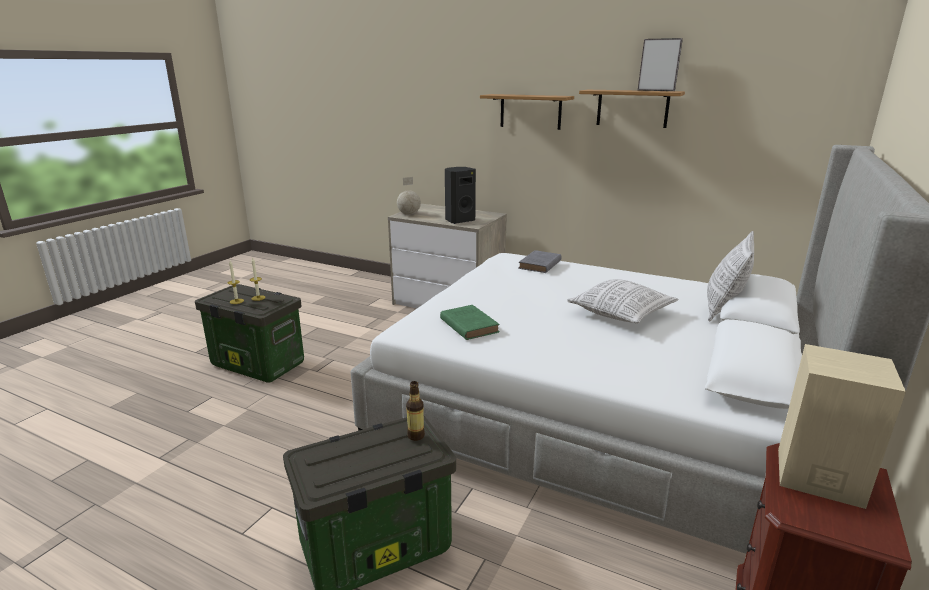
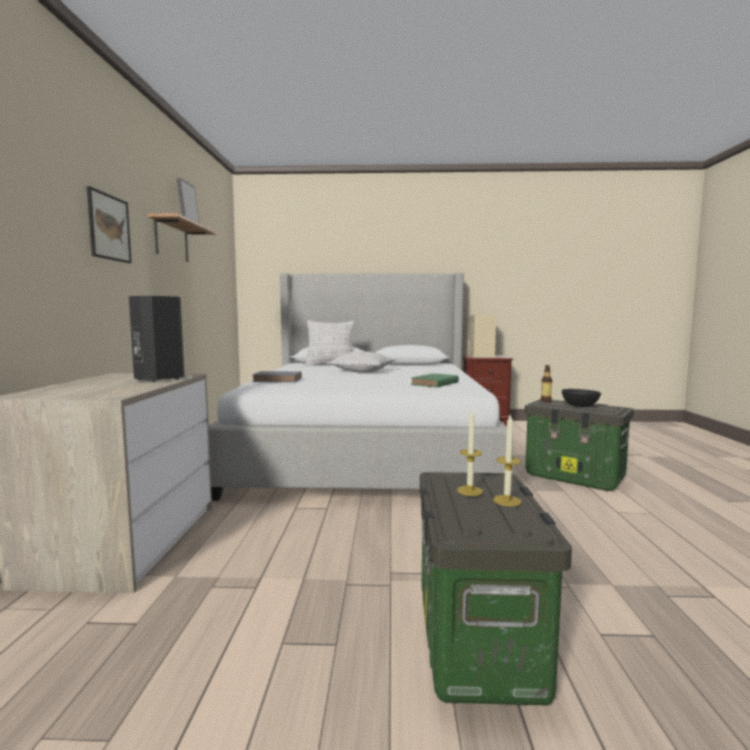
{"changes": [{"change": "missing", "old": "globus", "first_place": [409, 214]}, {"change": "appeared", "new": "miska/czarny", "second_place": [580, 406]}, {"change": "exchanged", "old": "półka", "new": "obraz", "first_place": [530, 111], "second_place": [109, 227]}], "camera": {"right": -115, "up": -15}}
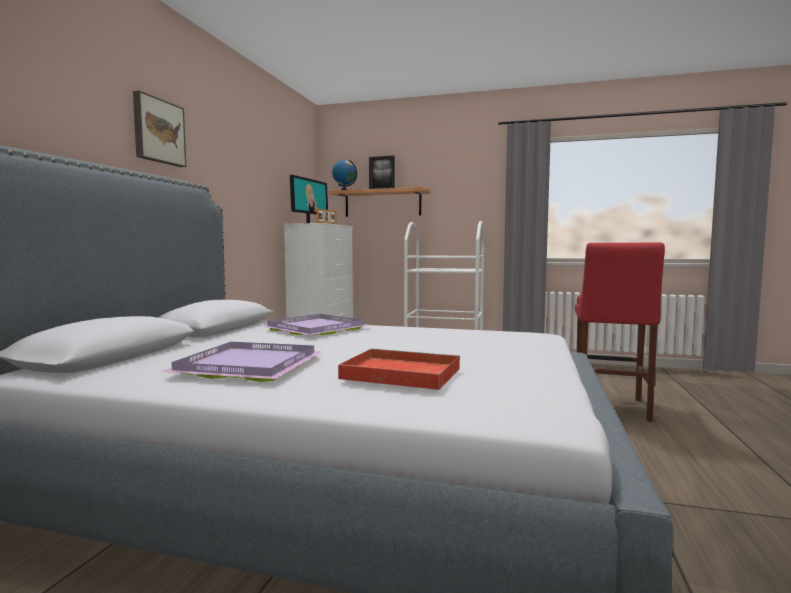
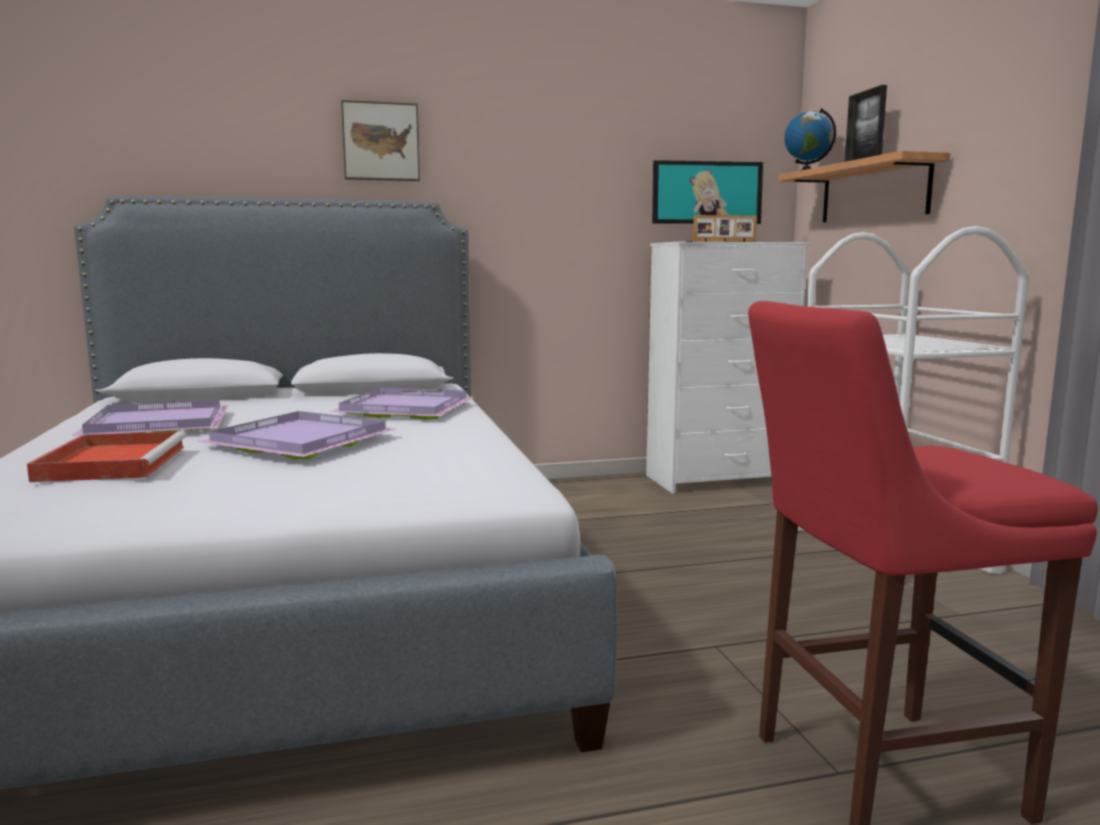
{"changes": [{"change": "appeared", "new": "taca/fioletowy", "second_place": [301, 442]}], "camera": {"right": 60, "up": 5}}
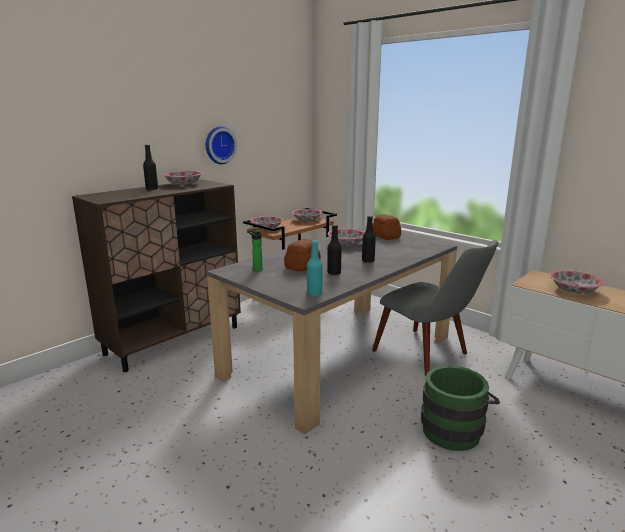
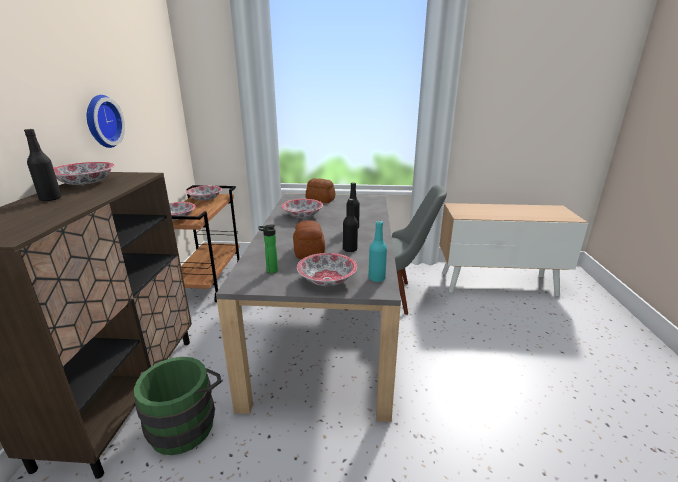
{"changes": [{"change": "relocated", "old": "wiadro/zielony", "first_place": [455, 429], "second_place": [186, 422]}, {"change": "relocated", "old": "miska", "first_place": [574, 290], "second_place": [327, 280]}], "camera": {"right": -40, "up": 5}}
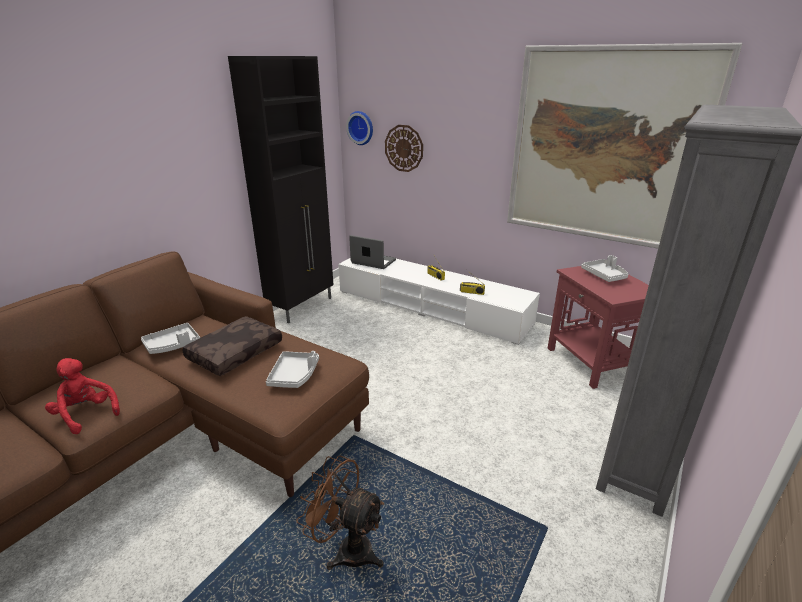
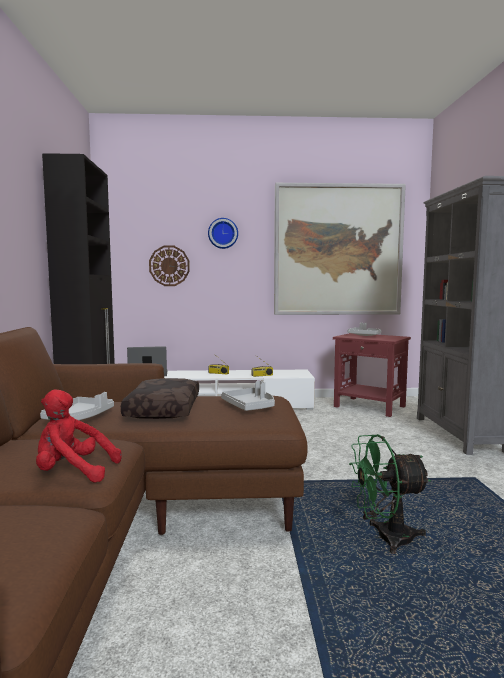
{"changes": [{"change": "relocated", "old": "zegar ścienny", "first_place": [361, 128], "second_place": [223, 233]}, {"change": "colour", "old": "wentylator/brązowy", "new": "wentylator/zielony", "first_place": [347, 549], "second_place": [385, 538]}], "camera": {"right": -35, "up": -20}}
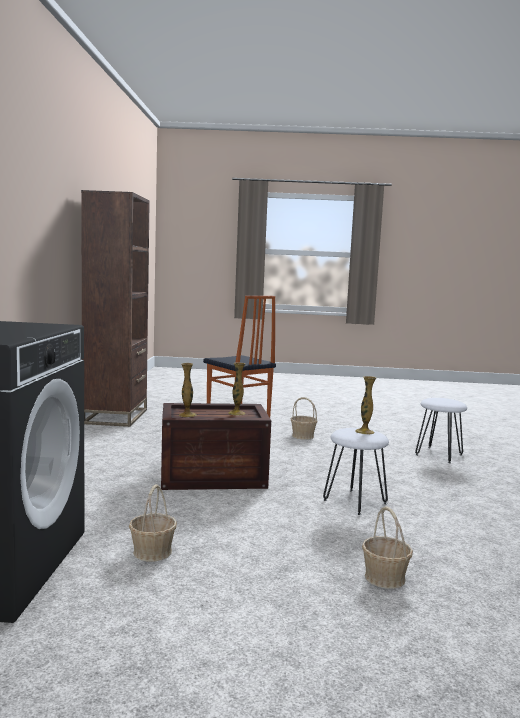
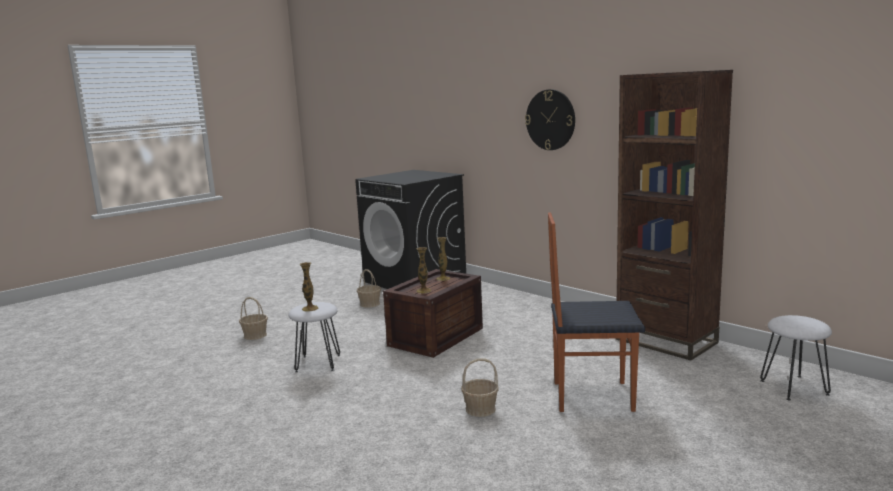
{"changes": [{"change": "appeared", "new": "zegar ścienny", "second_place": [550, 120]}, {"change": "relocated", "old": "stołek/biały", "first_place": [439, 454], "second_place": [794, 388]}], "camera": {"right": 135, "up": 5}}
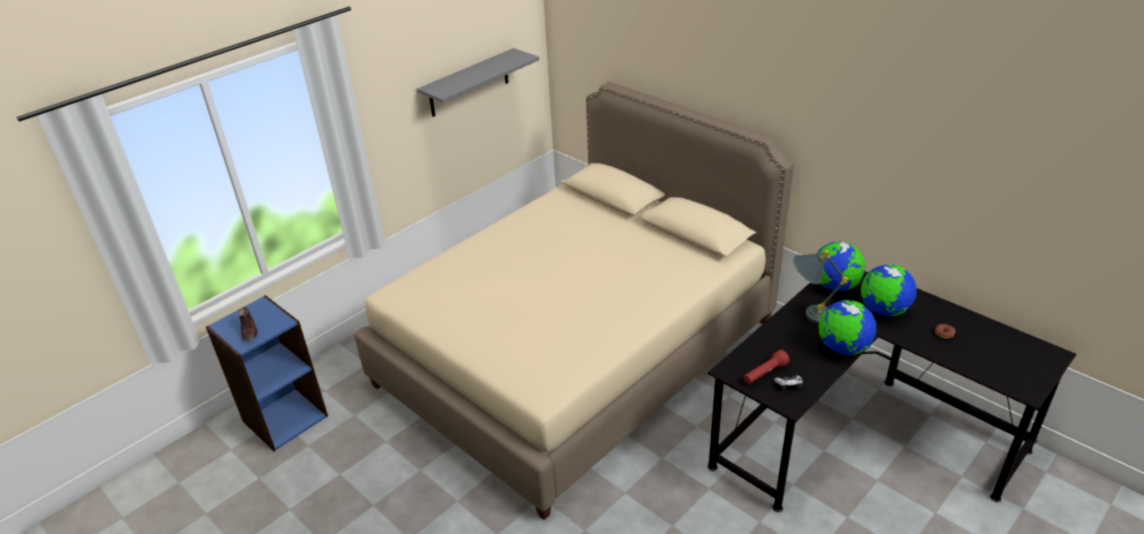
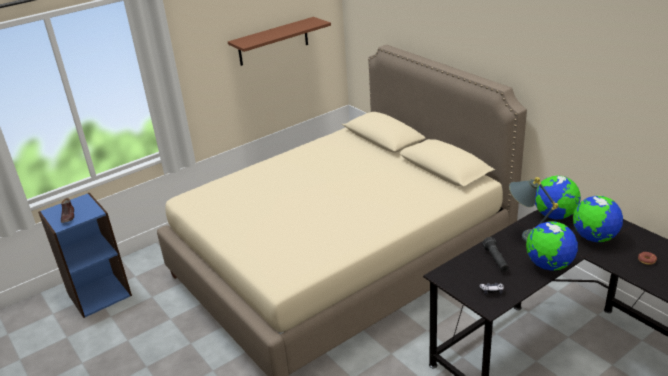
{"changes": [{"change": "missing", "old": "latarka/czerwony", "first_place": [764, 373]}, {"change": "appeared", "new": "latarka/czarny", "second_place": [496, 260]}, {"change": "colour", "old": "półka/szary", "new": "półka/brązowy", "first_place": [469, 83], "second_place": [273, 41]}], "camera": {"right": 10, "up": -5}}
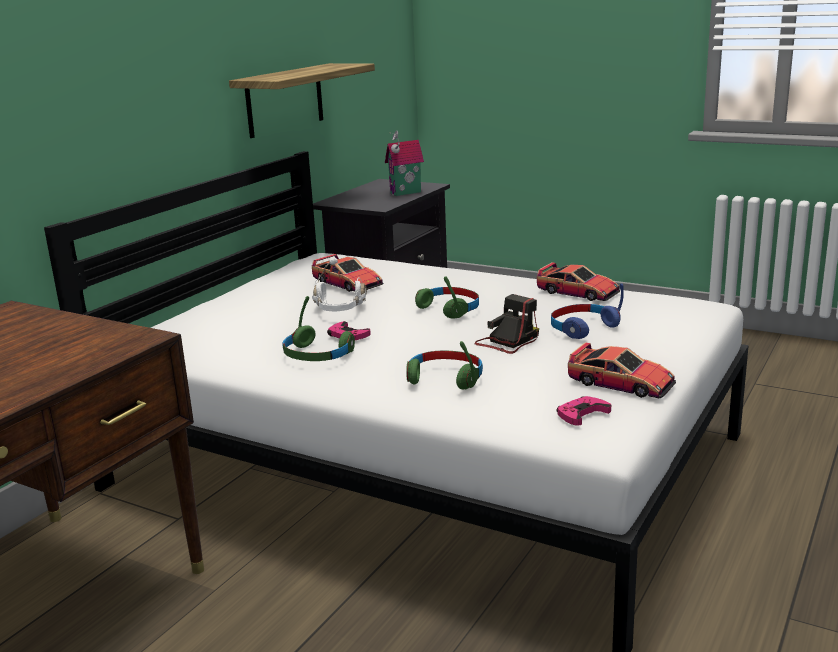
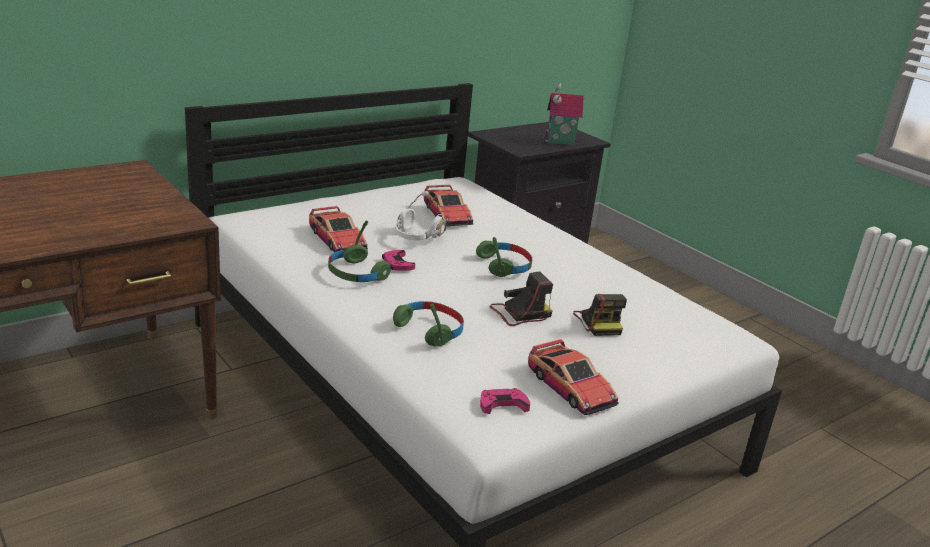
{"changes": [{"change": "missing", "old": "półka", "first_place": [285, 100]}, {"change": "relocated", "old": "samochodzik", "first_place": [578, 292], "second_place": [337, 239]}, {"change": "exchanged", "old": "słuchawki/niebieski", "new": "aparat fotograficzny", "first_place": [582, 328], "second_place": [599, 322]}], "camera": {"right": 20, "up": 5}}
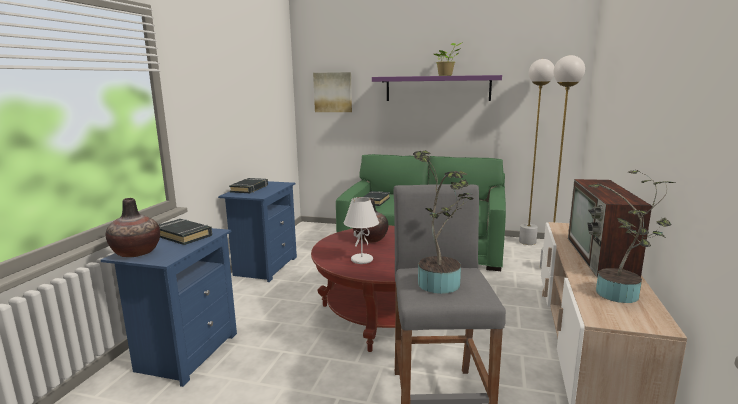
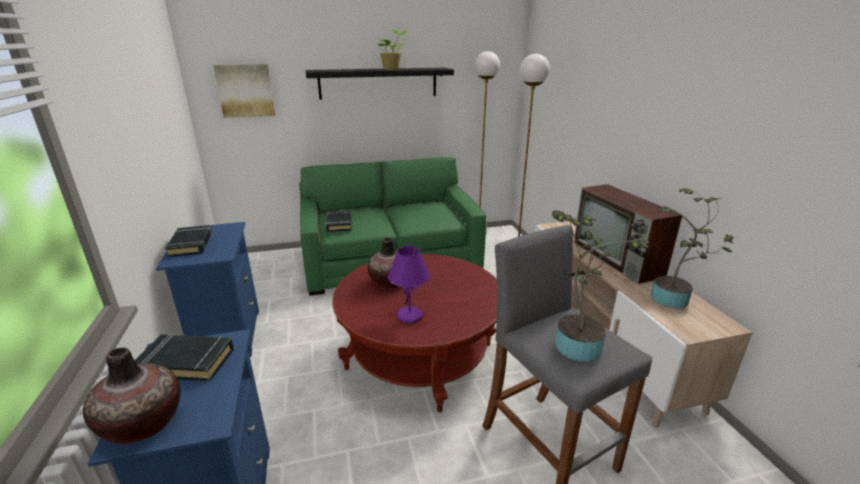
{"changes": [{"change": "colour", "old": "lampa stołowa/biały", "new": "lampa stołowa/fioletowy", "first_place": [362, 260], "second_place": [409, 316]}, {"change": "colour", "old": "półka/fioletowy", "new": "półka/czarny", "first_place": [437, 88], "second_place": [378, 83]}], "camera": {"right": -30, "up": 10}}
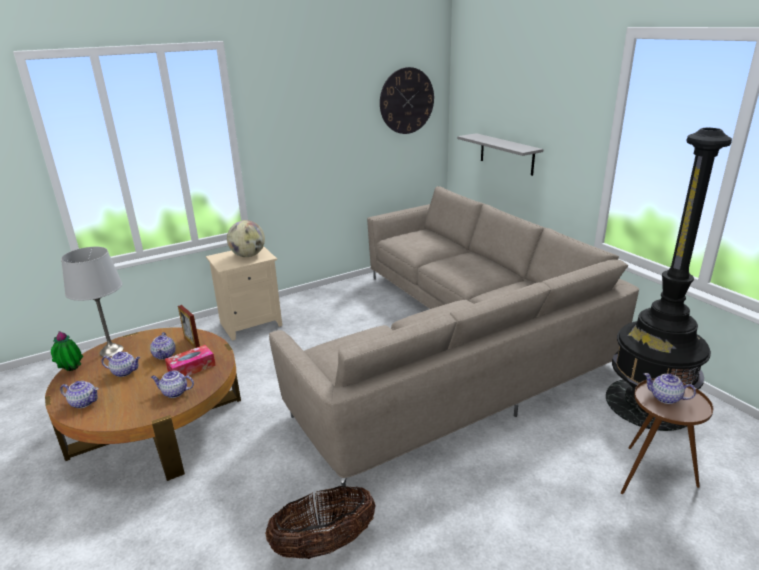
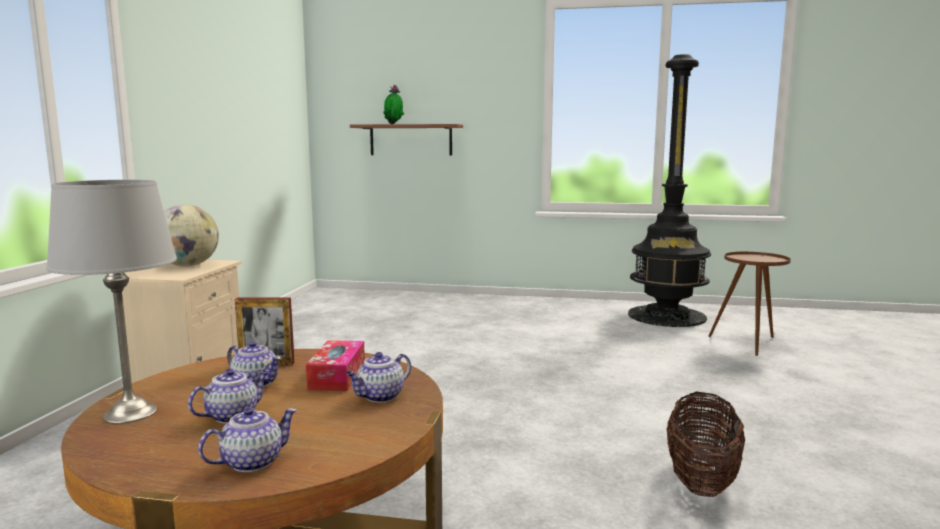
{"changes": [{"change": "missing", "old": "kanapa/beżowy", "first_place": [455, 346]}, {"change": "missing", "old": "zegar ścienny", "first_place": [406, 101]}, {"change": "missing", "old": "imbryk", "first_place": [665, 398]}, {"change": "relocated", "old": "roślina doniczkowa", "first_place": [71, 371], "second_place": [393, 124]}, {"change": "colour", "old": "półka/szary", "new": "półka/brązowy", "first_place": [506, 154], "second_place": [411, 140]}], "camera": {"right": -50, "up": -15}}
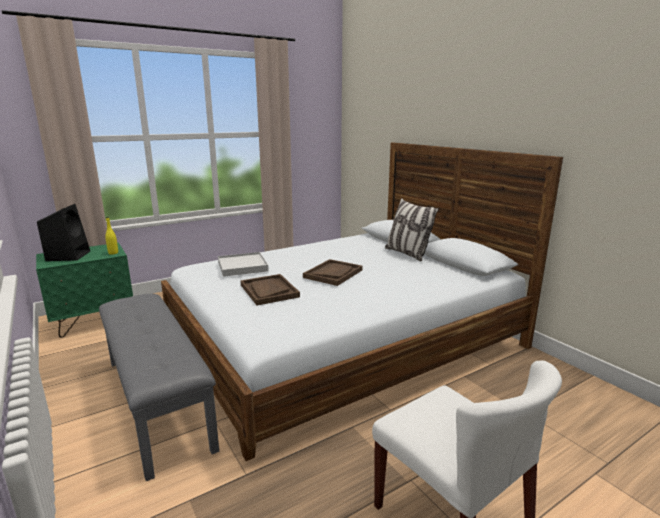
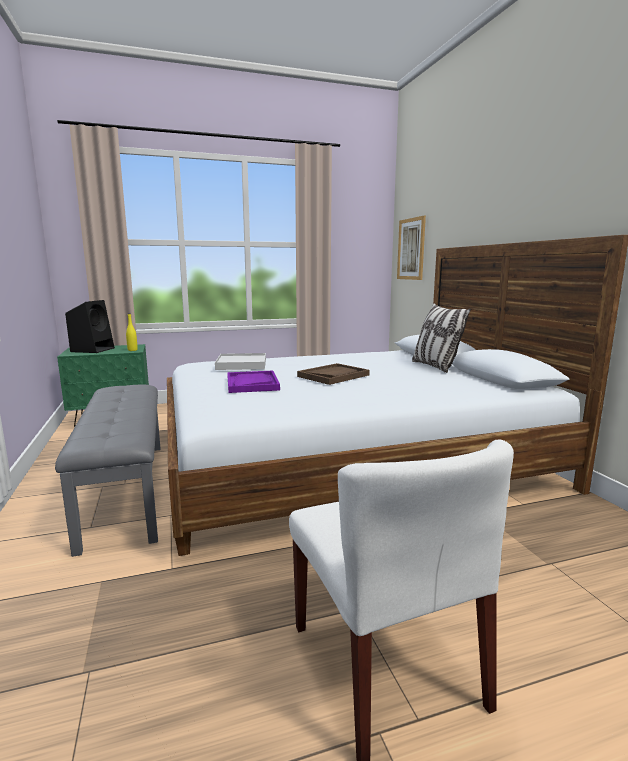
{"changes": [{"change": "appeared", "new": "obraz", "second_place": [411, 249]}, {"change": "colour", "old": "taca/brązowy", "new": "taca/fioletowy", "first_place": [269, 291], "second_place": [252, 383]}], "camera": {"right": 15, "up": -5}}
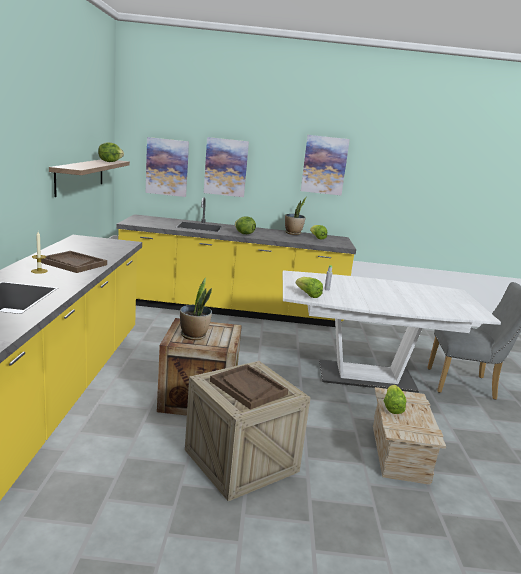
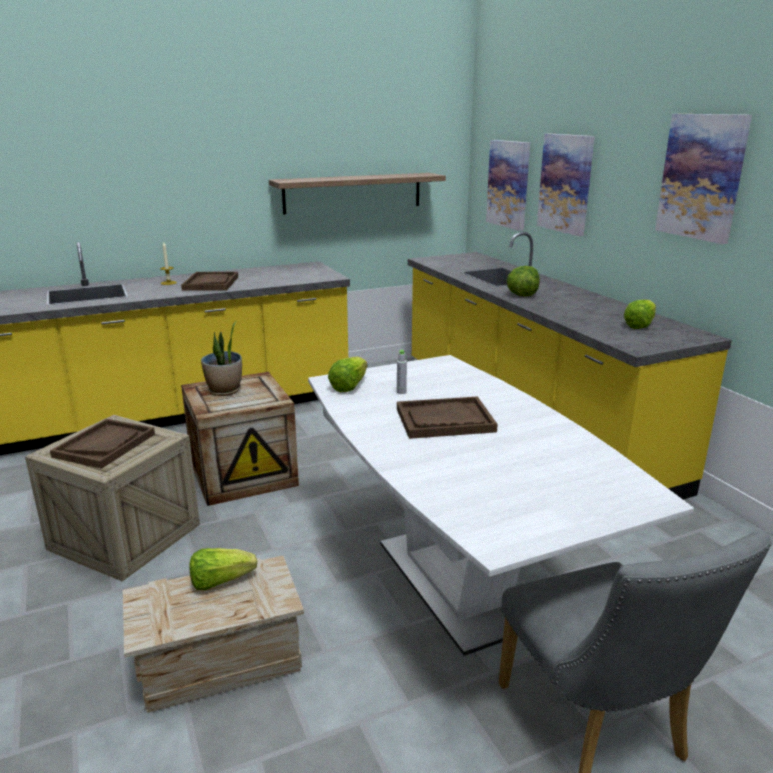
{"changes": [{"change": "missing", "old": "sałata", "first_place": [110, 162]}, {"change": "missing", "old": "roślina doniczkowa", "first_place": [293, 233]}, {"change": "appeared", "new": "taca/brązowy", "second_place": [444, 420]}], "camera": {"right": 65, "up": 5}}
